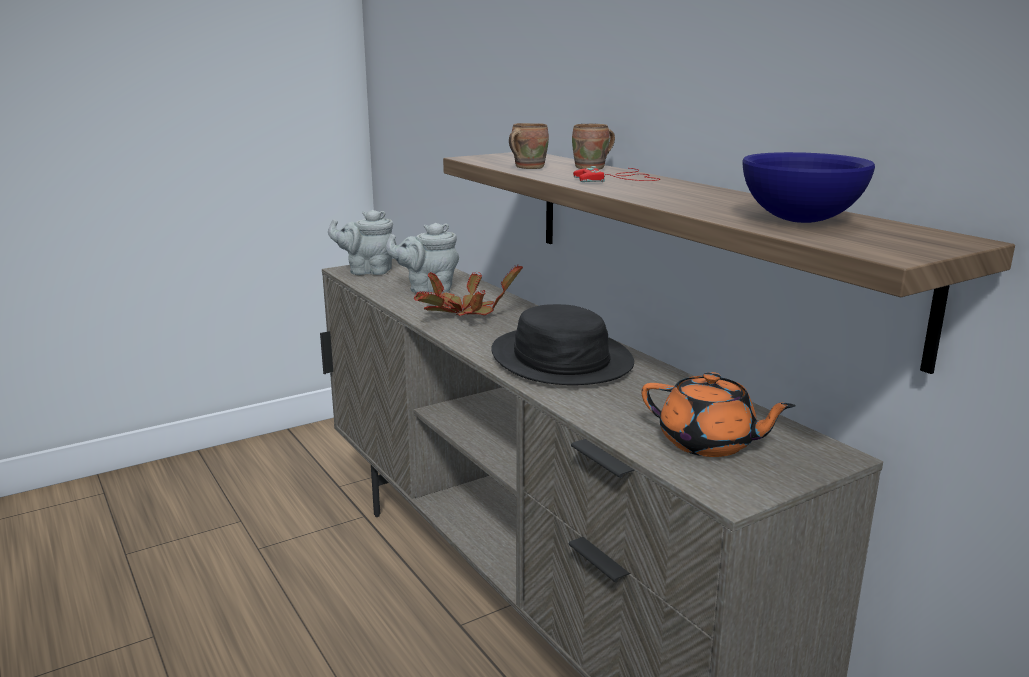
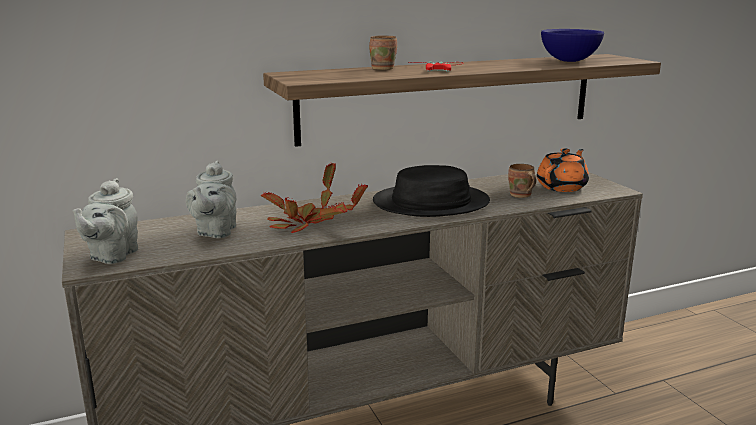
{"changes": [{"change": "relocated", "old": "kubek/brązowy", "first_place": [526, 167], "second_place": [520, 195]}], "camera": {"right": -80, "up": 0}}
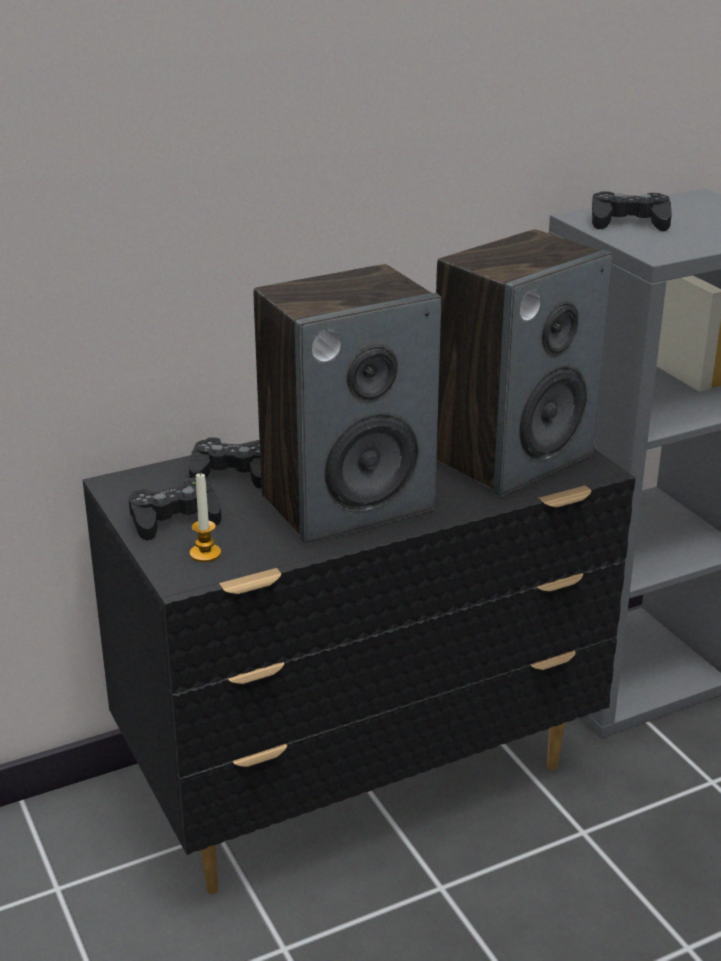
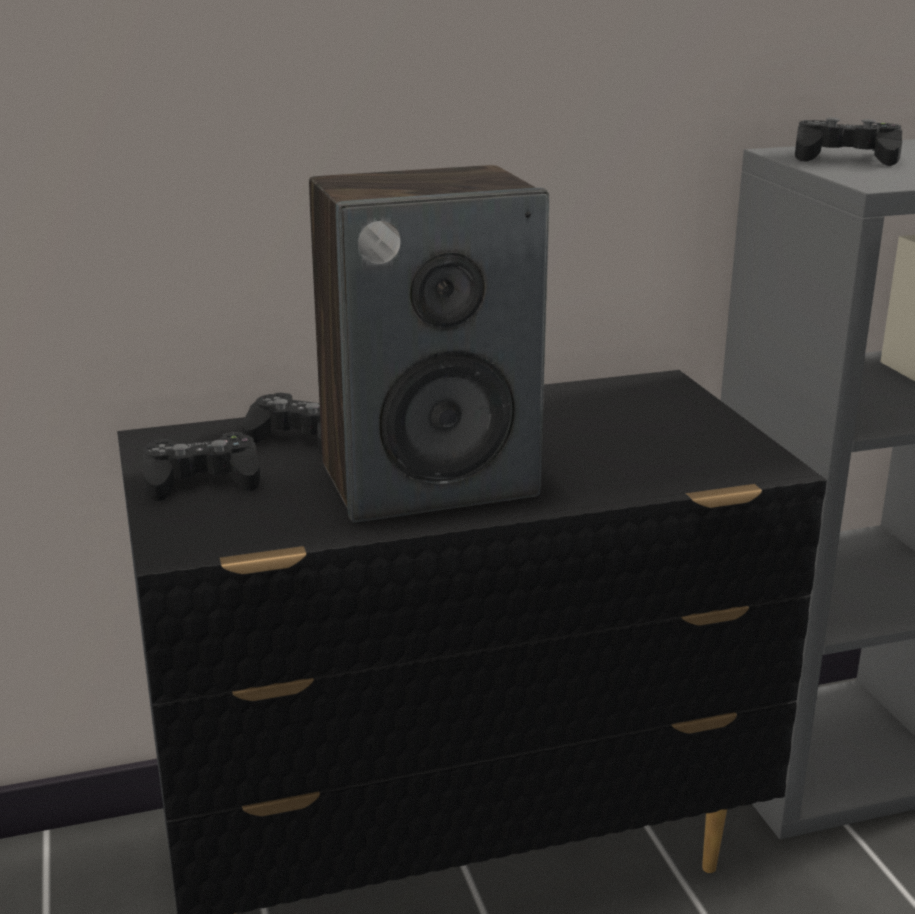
{"changes": [{"change": "missing", "old": "świeca", "first_place": [205, 554]}, {"change": "missing", "old": "głośnik", "first_place": [512, 457]}], "camera": {"right": 10, "up": -5}}
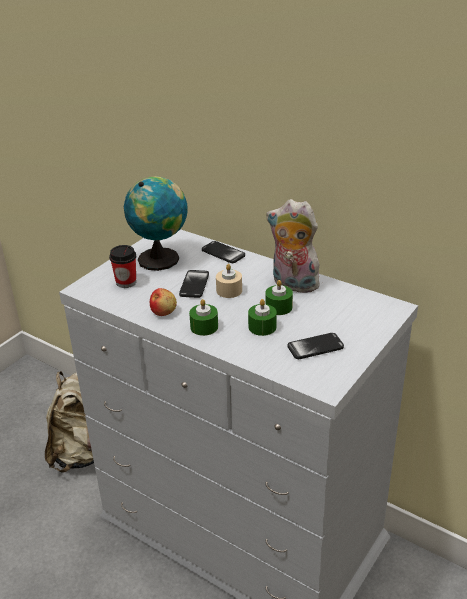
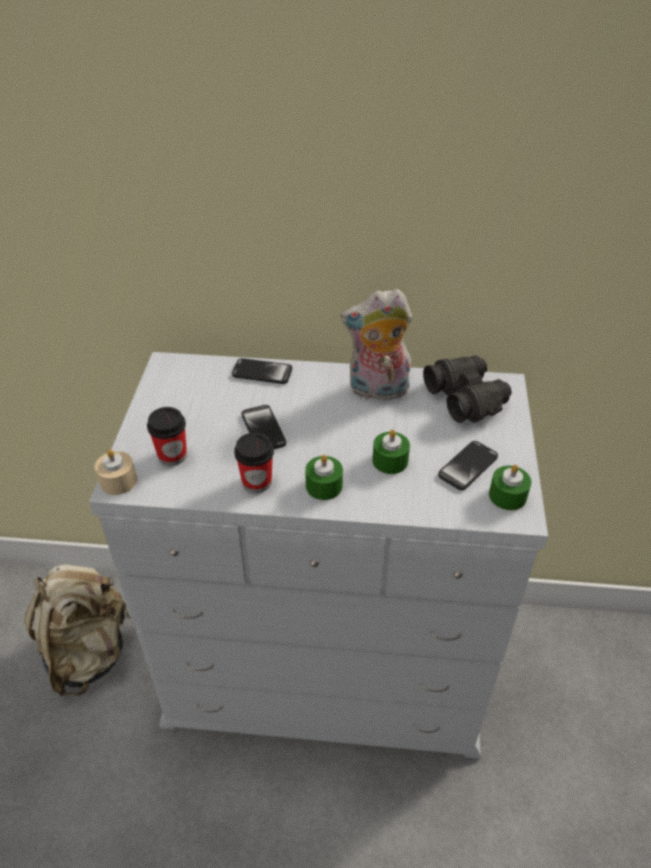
{"changes": [{"change": "missing", "old": "globus", "first_place": [161, 258]}, {"change": "appeared", "new": "lornetka/czarny", "second_place": [466, 398]}, {"change": "relocated", "old": "świeca/beżowy", "first_place": [229, 290], "second_place": [118, 481]}, {"change": "relocated", "old": "świeca/zielony", "first_place": [278, 307], "second_place": [507, 496]}, {"change": "exchanged", "old": "jabłko", "new": "filiżanka", "first_place": [163, 311], "second_place": [257, 482]}], "camera": {"right": -30, "up": 10}}
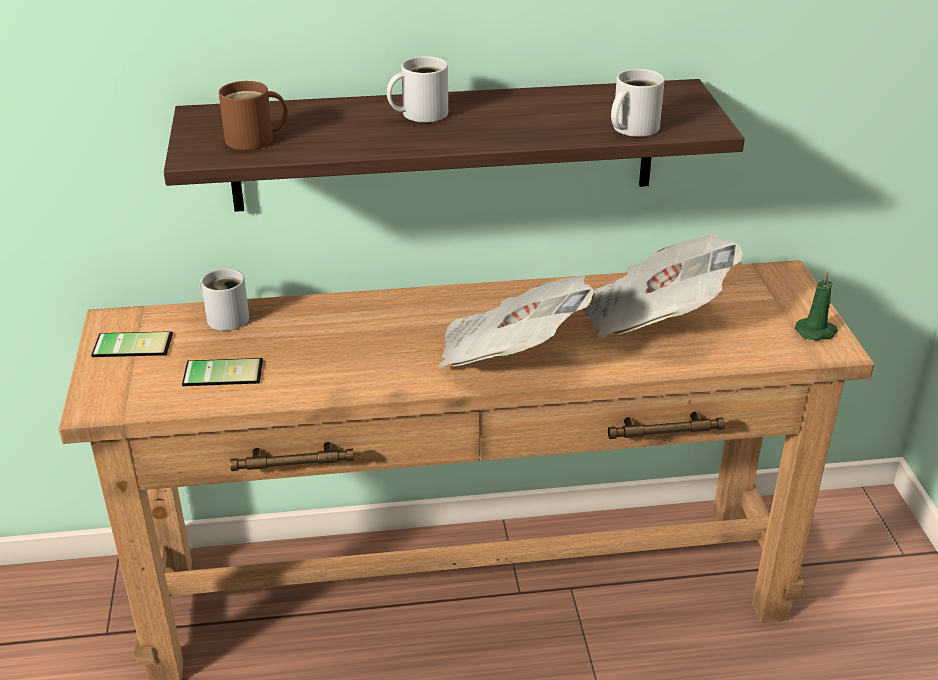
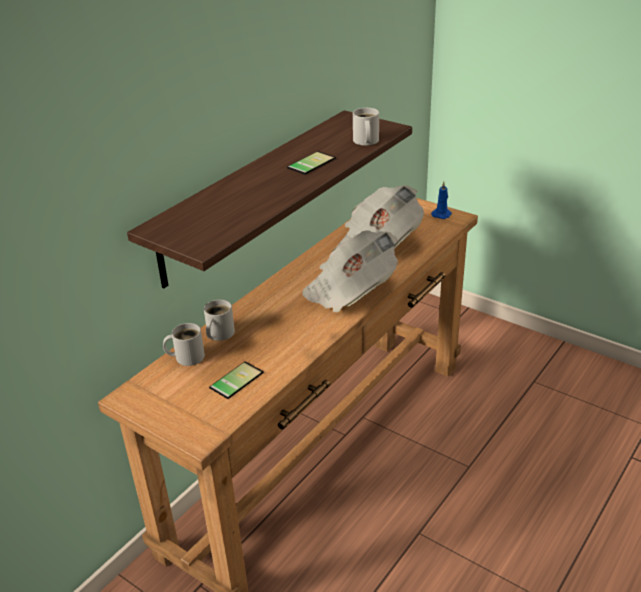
{"changes": [{"change": "missing", "old": "kubek/brązowy", "first_place": [254, 140]}, {"change": "relocated", "old": "telefon", "first_place": [133, 342], "second_place": [309, 162]}, {"change": "relocated", "old": "kubek/biały", "first_place": [420, 113], "second_place": [218, 334]}, {"change": "colour", "old": "świeca/zielony", "new": "świeca/niebieski", "first_place": [817, 332], "second_place": [442, 214]}], "camera": {"right": -45, "up": 0}}
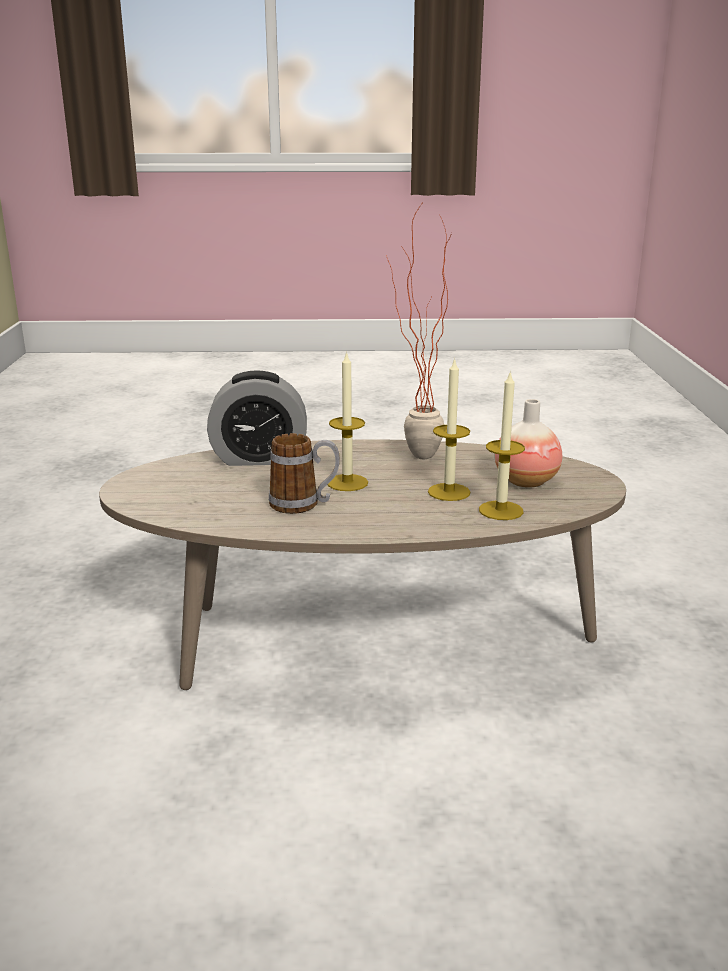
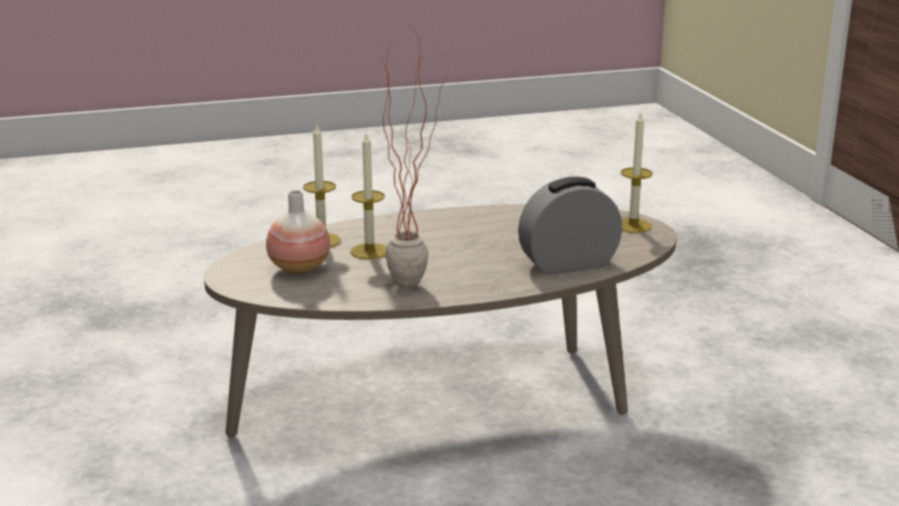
{"changes": [{"change": "missing", "old": "kubek", "first_place": [304, 504]}, {"change": "relocated", "old": "świeca", "first_place": [347, 483], "second_place": [633, 225]}], "camera": {"right": 165, "up": 0}}
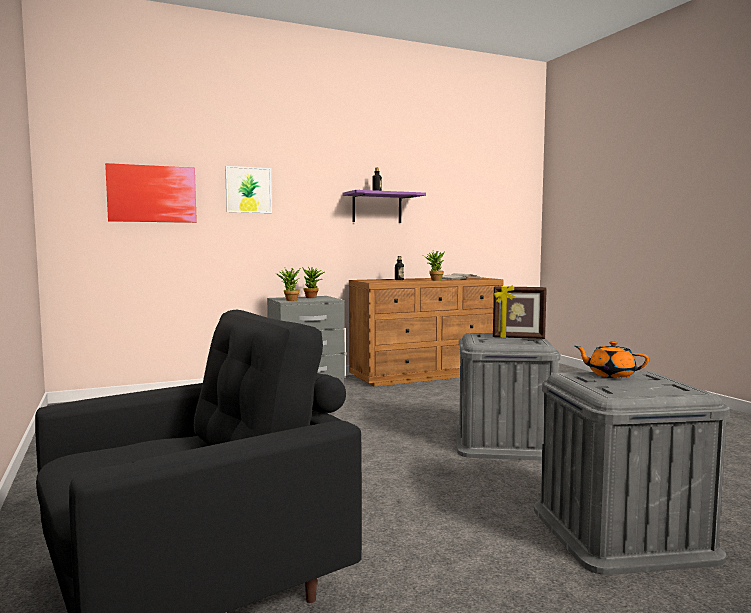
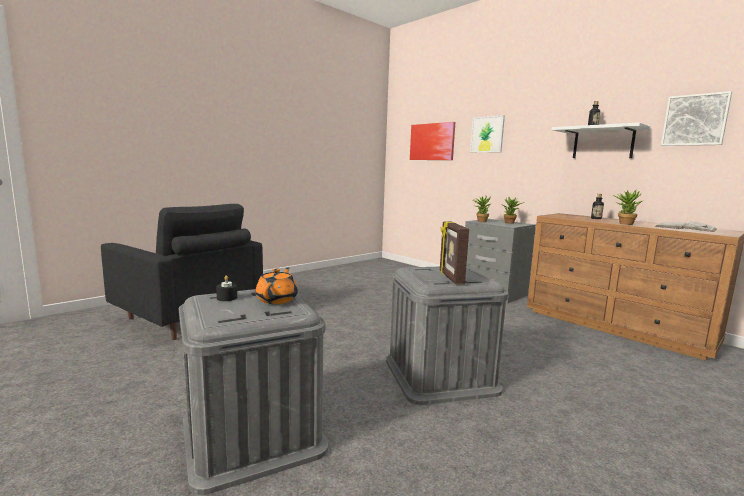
{"changes": [{"change": "appeared", "new": "świeca/czarny", "second_place": [227, 298]}, {"change": "appeared", "new": "obraz", "second_place": [695, 120]}, {"change": "colour", "old": "półka/fioletowy", "new": "półka/biały", "first_place": [377, 208], "second_place": [603, 143]}], "camera": {"right": 70, "up": 5}}
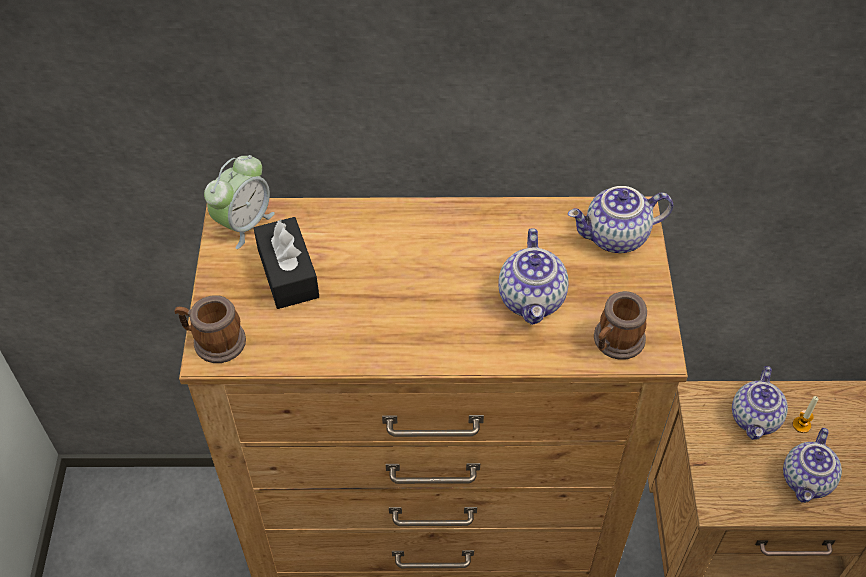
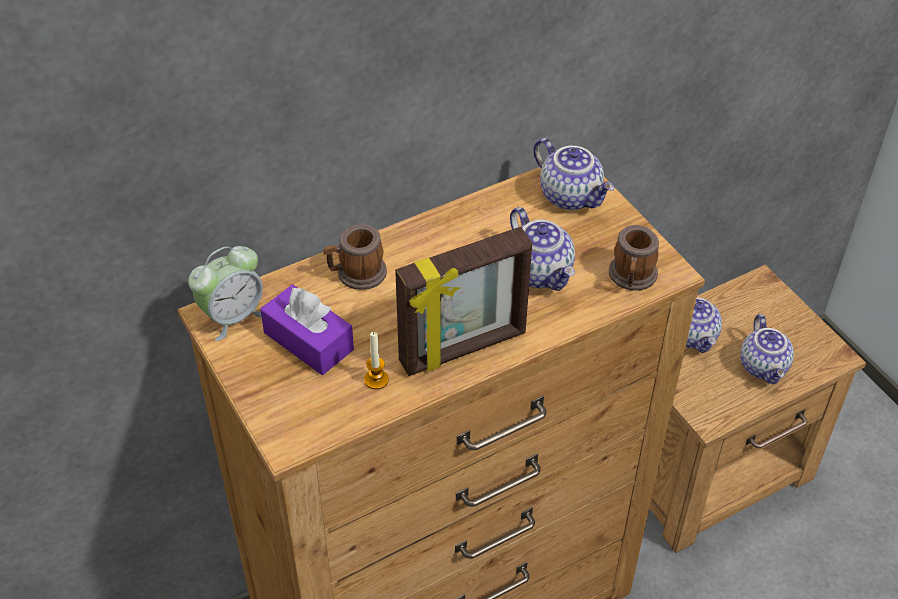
{"changes": [{"change": "appeared", "new": "ramka na zdjęcie", "second_place": [463, 349]}, {"change": "relocated", "old": "kubek", "first_place": [213, 341], "second_place": [356, 274]}, {"change": "relocated", "old": "świeca", "first_place": [801, 425], "second_place": [376, 380]}, {"change": "colour", "old": "pudełko chusteczek/czarny", "new": "pudełko chusteczek/fioletowy", "first_place": [288, 273], "second_place": [308, 341]}, {"change": "spun", "old": "budzik", "first_place": [244, 224], "second_place": [233, 316], "degrees": 45}, {"change": "spun", "old": "imbryk", "first_place": [615, 238], "second_place": [571, 196], "degrees": -90}], "camera": {"right": -30, "up": -5}}
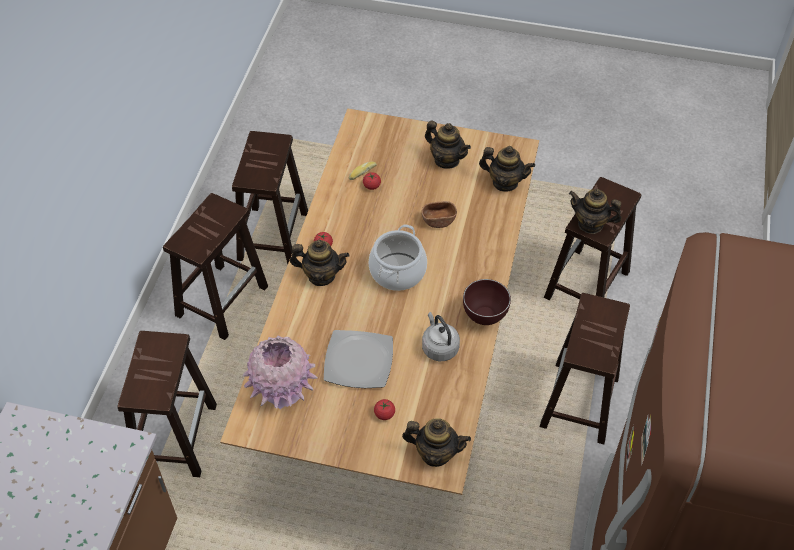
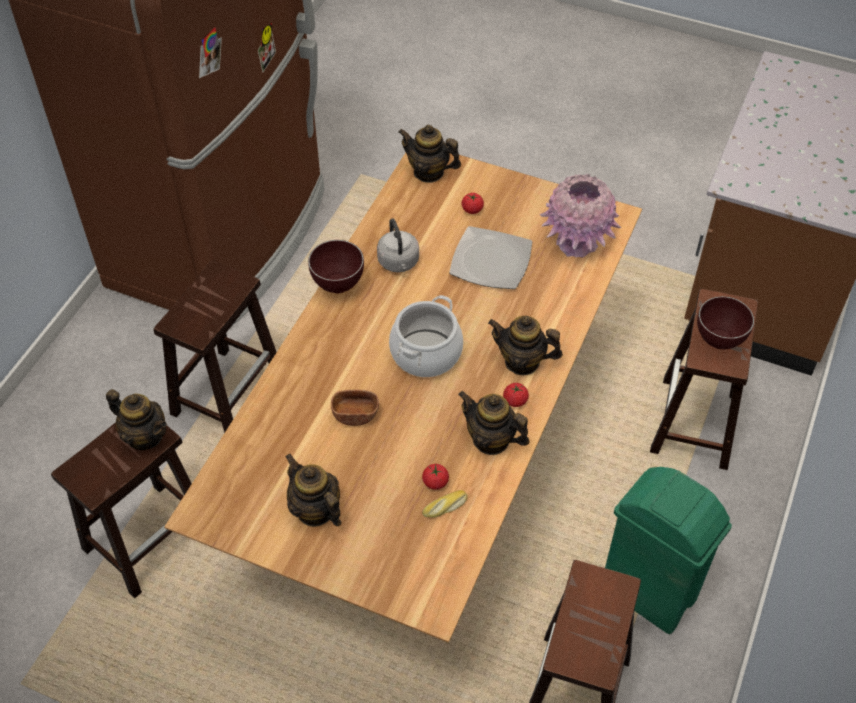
{"changes": [{"change": "appeared", "new": "miska/brązowy", "second_place": [719, 341]}, {"change": "relocated", "old": "imbryk", "first_place": [505, 182], "second_place": [491, 440]}, {"change": "exchanged", "old": "stołek/brązowy", "new": "kosz na śmieci/zielony", "first_place": [222, 300], "second_place": [648, 594]}], "camera": {"right": -170, "up": 0}}
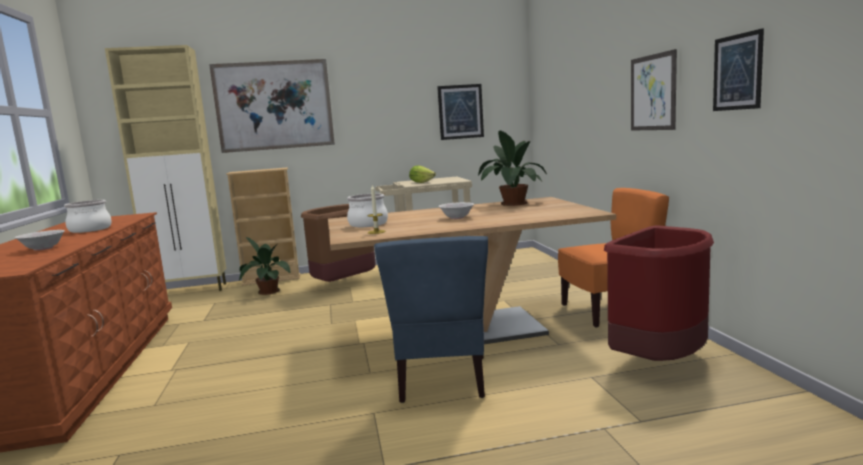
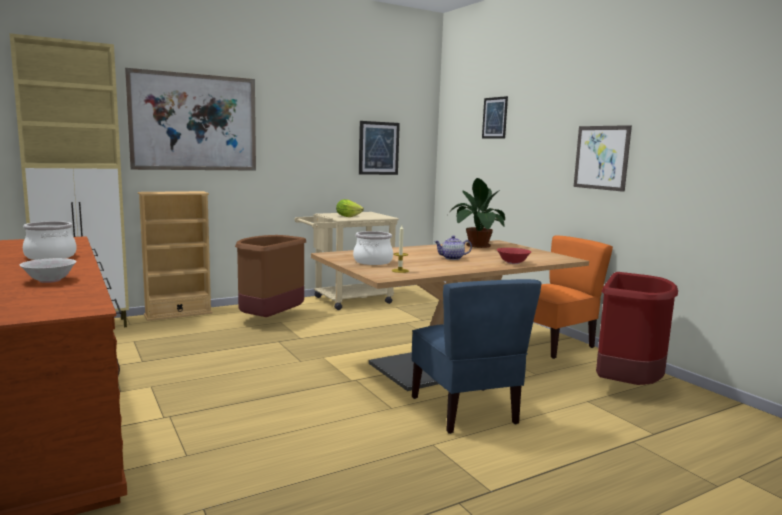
{"changes": [{"change": "missing", "old": "roślina doniczkowa", "first_place": [267, 291]}, {"change": "appeared", "new": "miska/czerwony", "second_place": [512, 263]}, {"change": "relocated", "old": "obraz", "first_place": [737, 72], "second_place": [494, 118]}, {"change": "exchanged", "old": "miska/biały", "new": "imbryk", "first_place": [457, 218], "second_place": [452, 258]}], "camera": {"right": -20, "up": 0}}
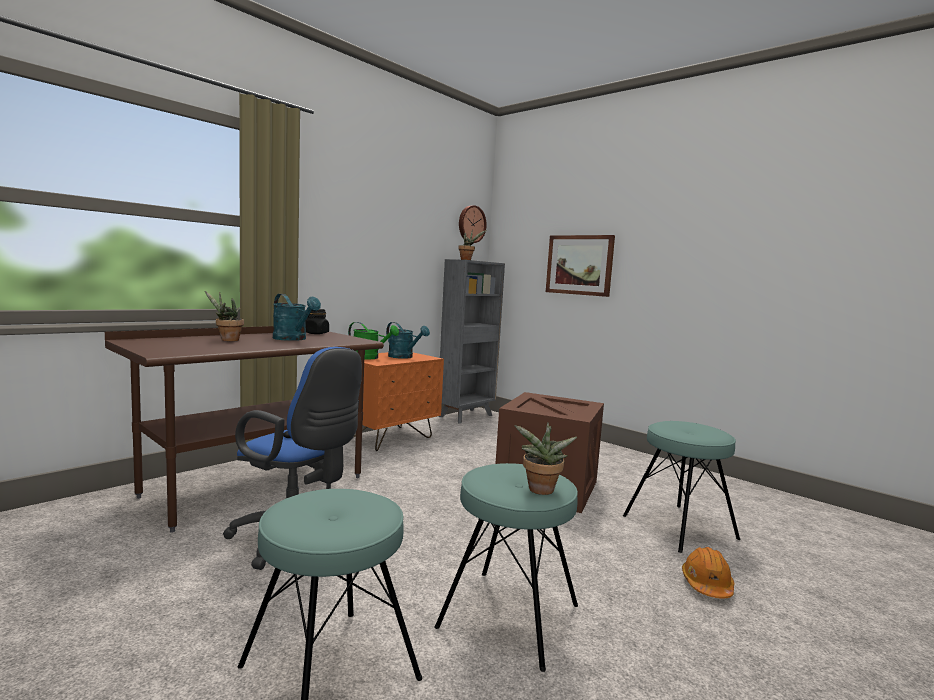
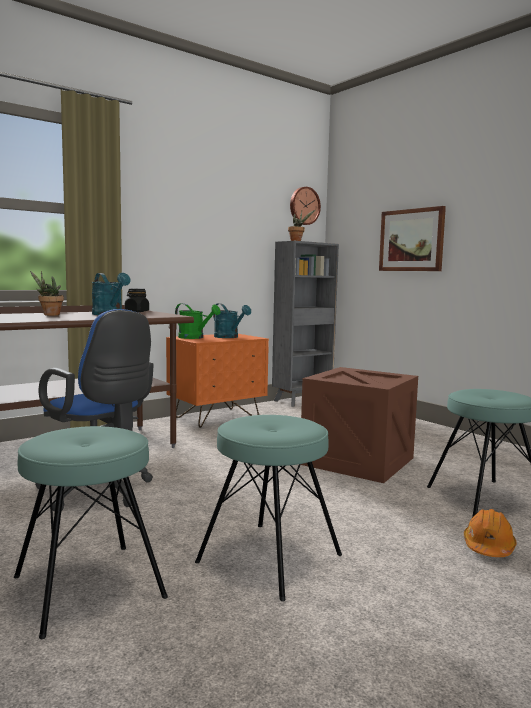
{"changes": [{"change": "missing", "old": "roślina doniczkowa", "first_place": [540, 491]}], "camera": {"right": 10, "up": 0}}
